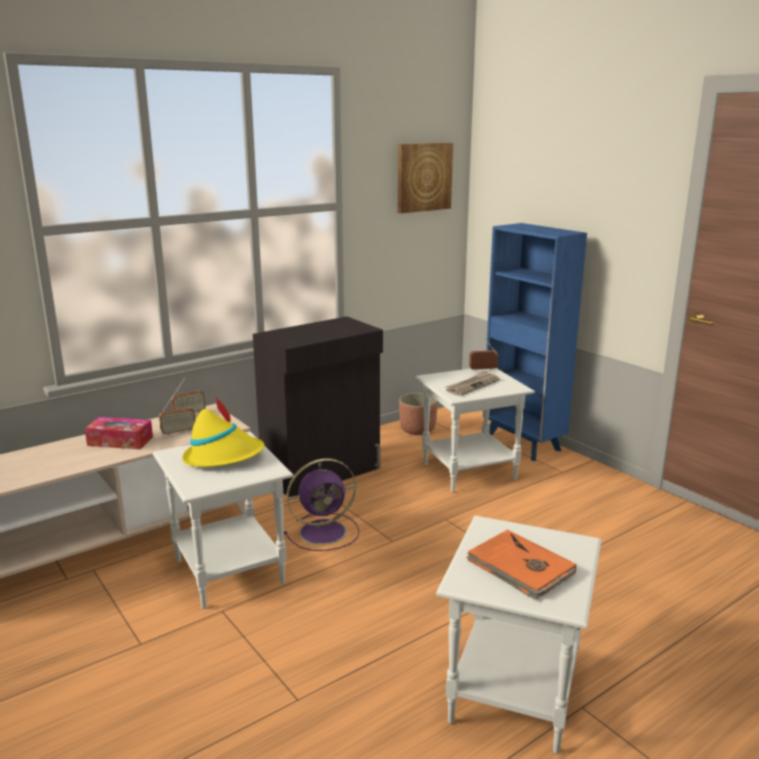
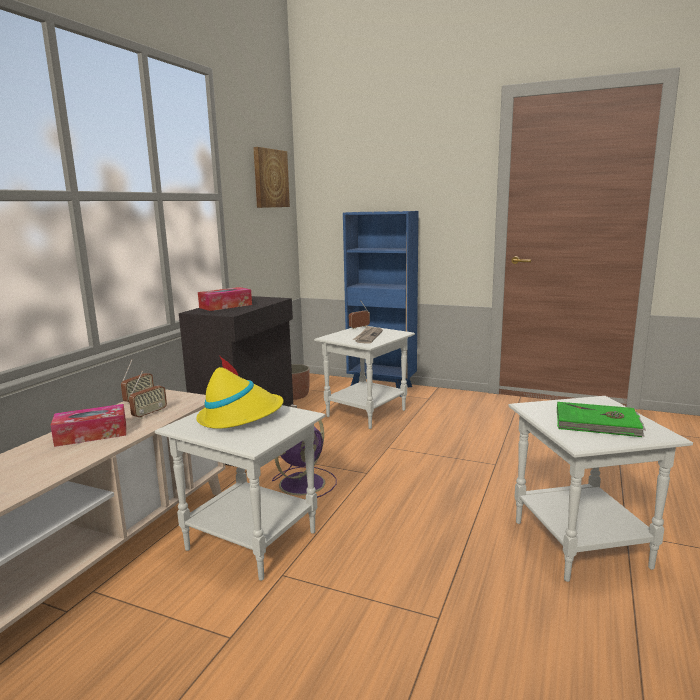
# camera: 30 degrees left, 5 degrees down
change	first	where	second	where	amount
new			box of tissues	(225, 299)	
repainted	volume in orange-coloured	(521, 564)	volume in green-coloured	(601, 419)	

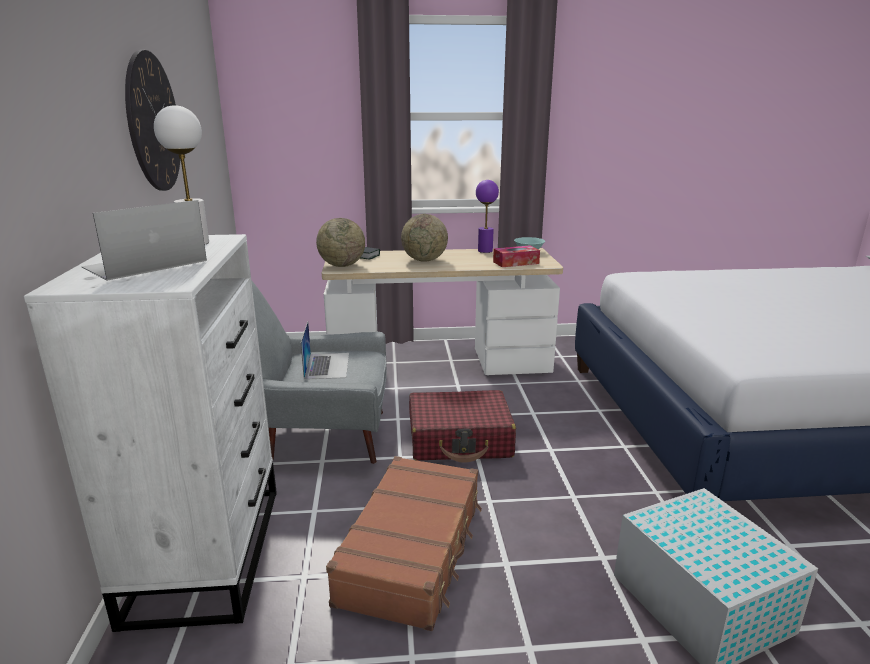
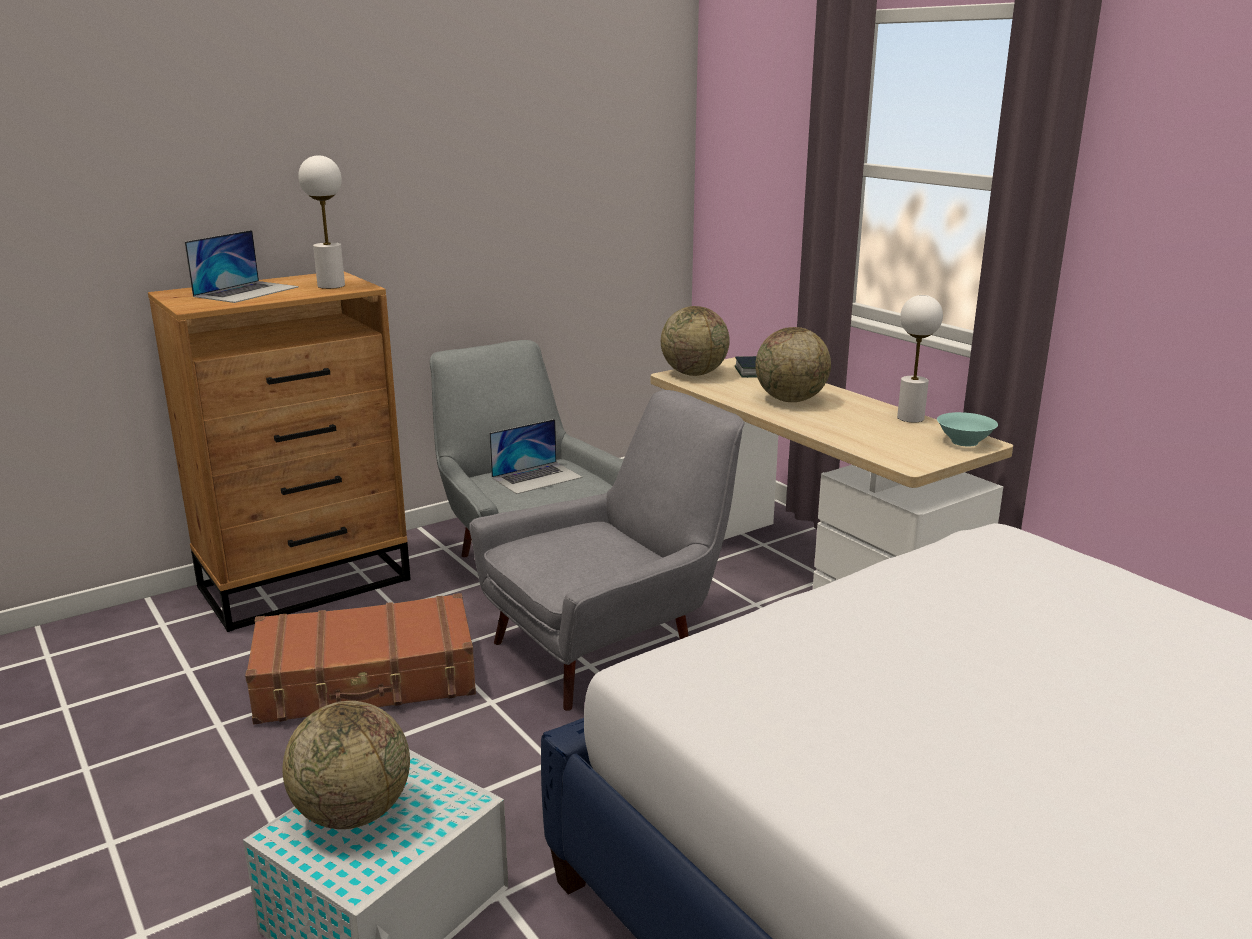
# camera: 60 degrees right, 0 degrees up
change	first	where	second	where	amount
repainted	chest of drawers in white-coloured	(150, 433)	chest of drawers in brown-coloured	(279, 452)	
rotated	laptop	(144, 240)		(242, 266)	105 degrees clockwise
new			desk globe	(346, 765)	
swapped	travel case in reddish	(462, 426)	lounge chair in gray	(606, 550)	
repainted	tabletop lamp in purple	(487, 216)	tabletop lamp in white-coloured	(920, 358)	
gone	hanging clock	(152, 120)			
gone	box of tissues	(516, 256)			

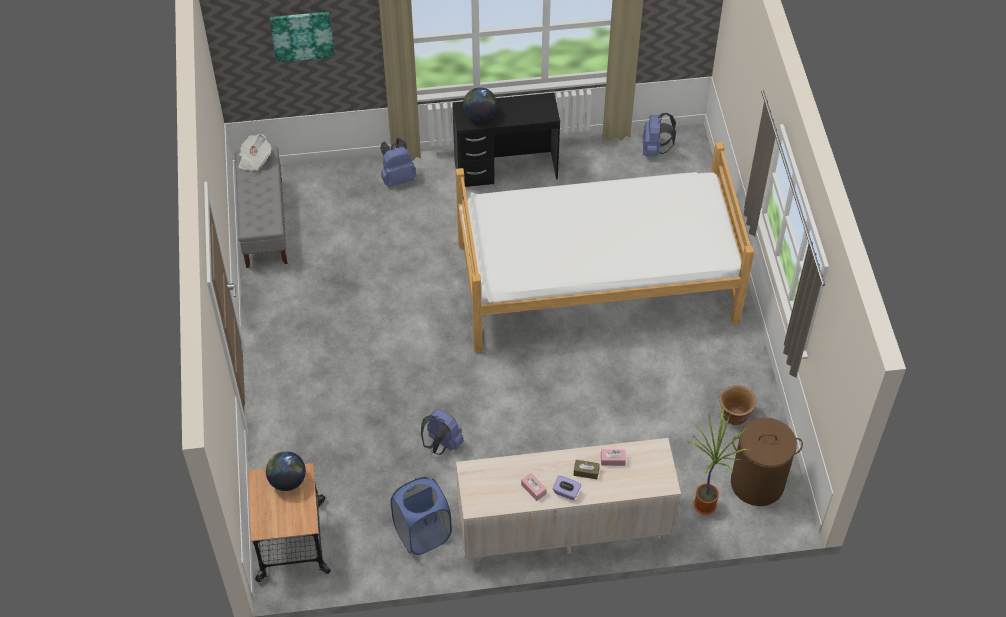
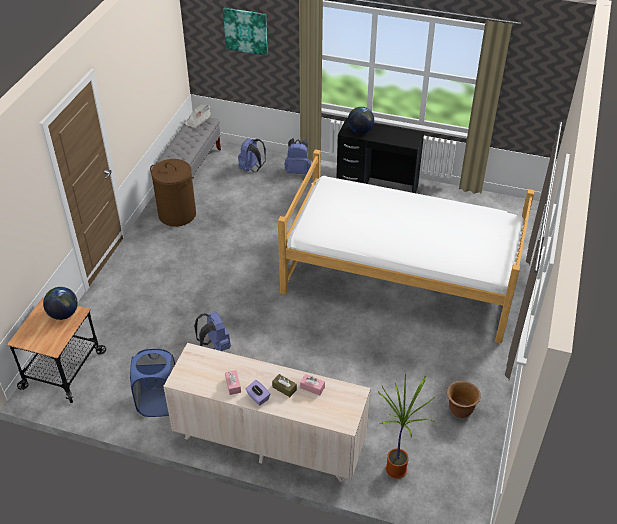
# camera: 25 degrees right, 10 degrees down
change	first	where	second	where	amount
shifted	washing basket in brown-coloured	(767, 462)		(173, 193)	
shifted	backpack in blue-coloured	(659, 134)		(252, 155)	

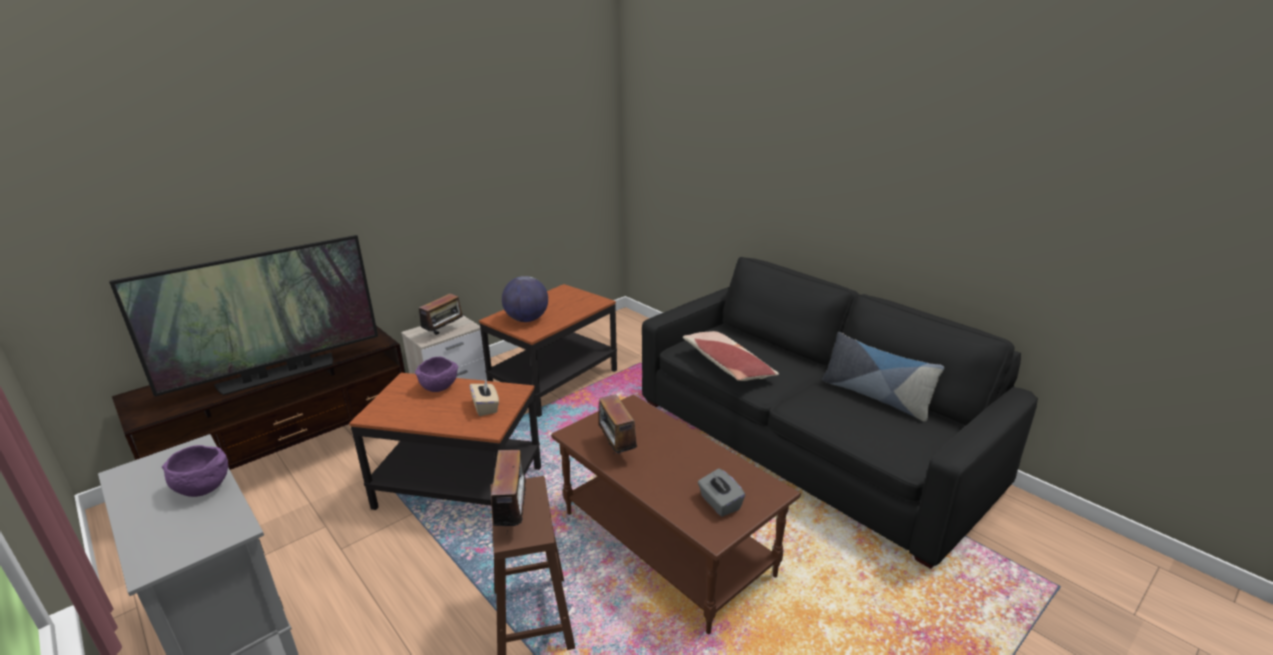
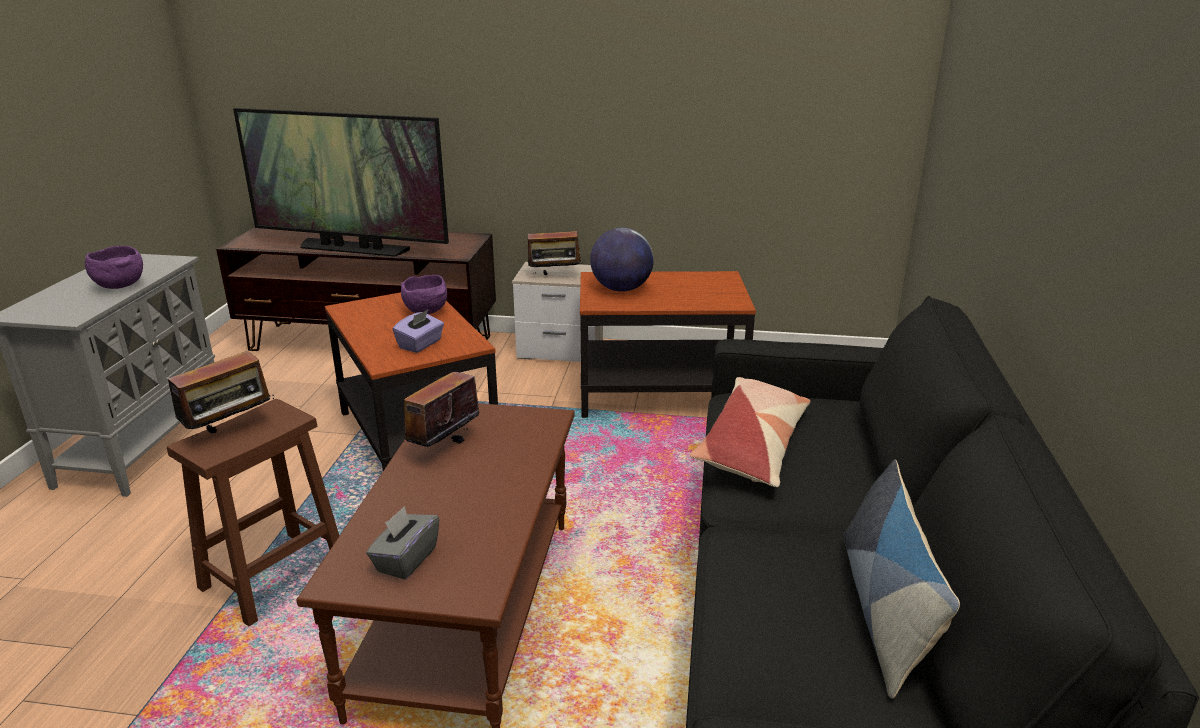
# camera: 50 degrees right, 0 degrees up
change	first	where	second	where	amount
repainted	box of tissues in beige	(484, 398)	box of tissues in purple	(418, 331)	

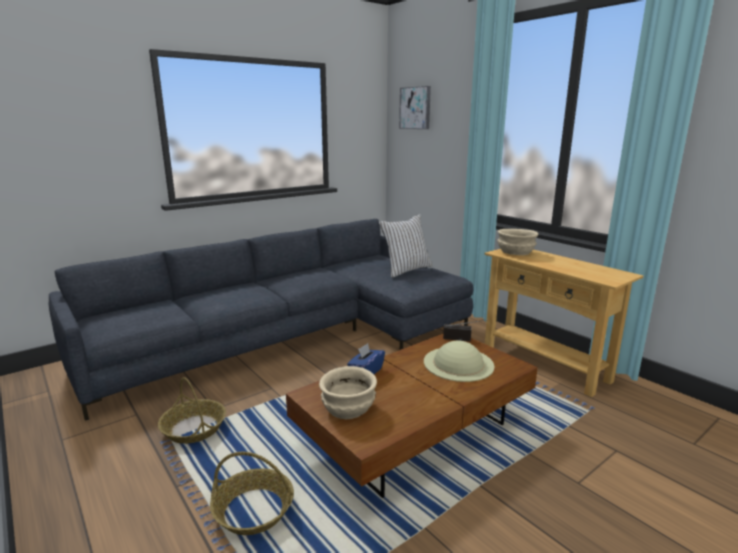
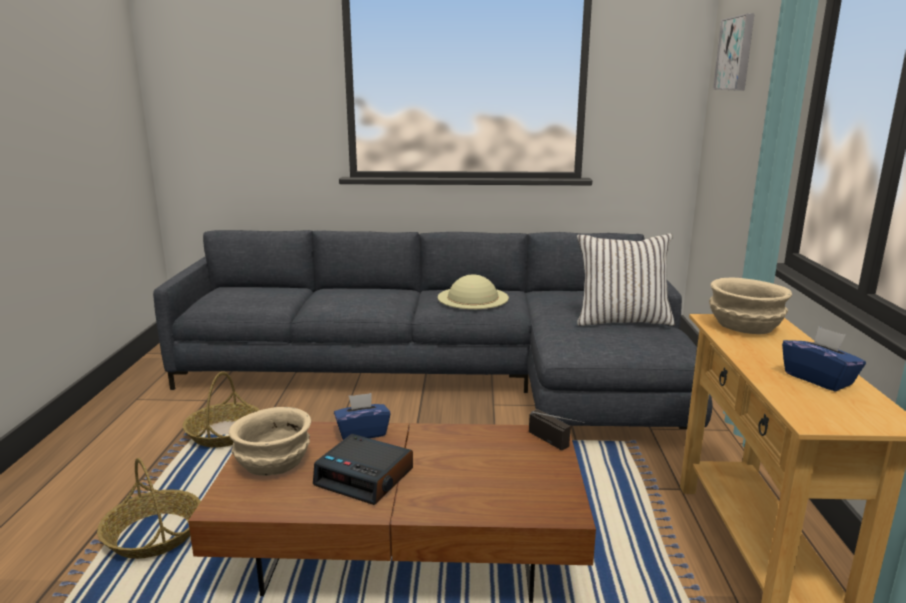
# camera: 40 degrees right, 0 degrees up
change	first	where	second	where	amount
new			bedside clock	(363, 469)	
shifted	wearable hat in beige	(459, 361)		(473, 291)	
new			box of tissues in blue-coloured	(824, 359)	

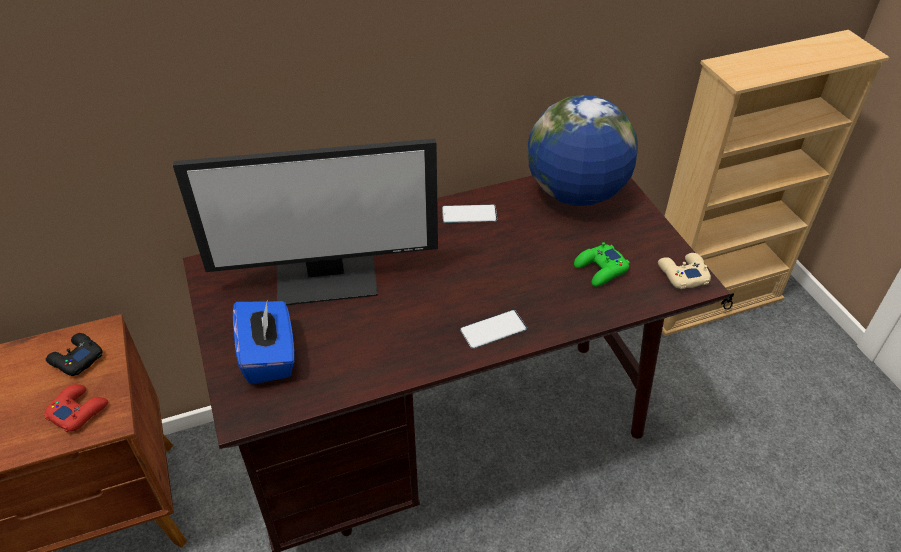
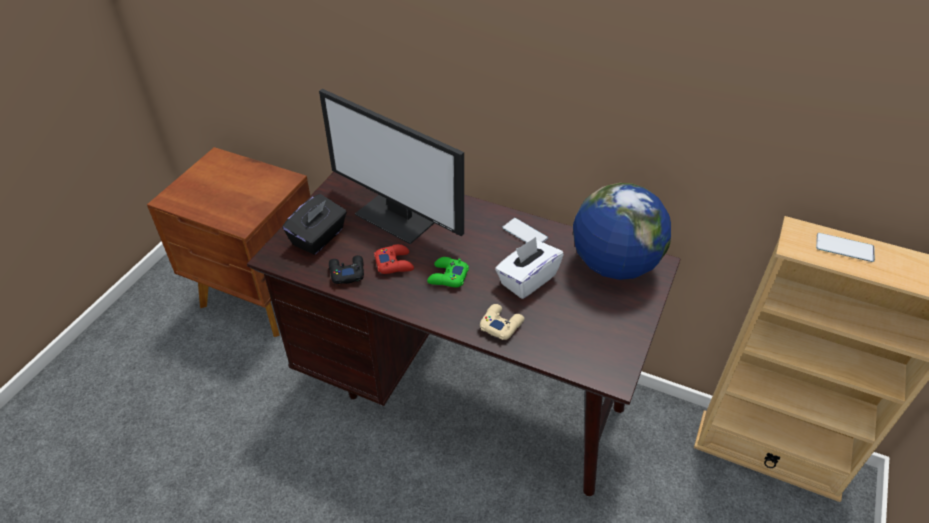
# camera: 45 degrees right, 0 degrees up
change	first	where	second	where	amount
repainted	box of tissues in blue-coloured	(263, 341)	box of tissues in black-coloured	(315, 224)	
shifted	game controller in black-coloured	(74, 354)		(346, 270)	
shifted	game controller in reddish	(76, 408)		(394, 259)	
shifted	game controller in green-coloured	(602, 264)		(448, 272)	
shifted	game controller in beige	(684, 271)		(502, 322)	
new			box of tissues in white-coloured	(529, 268)	
shifted	phone	(493, 329)		(845, 247)	

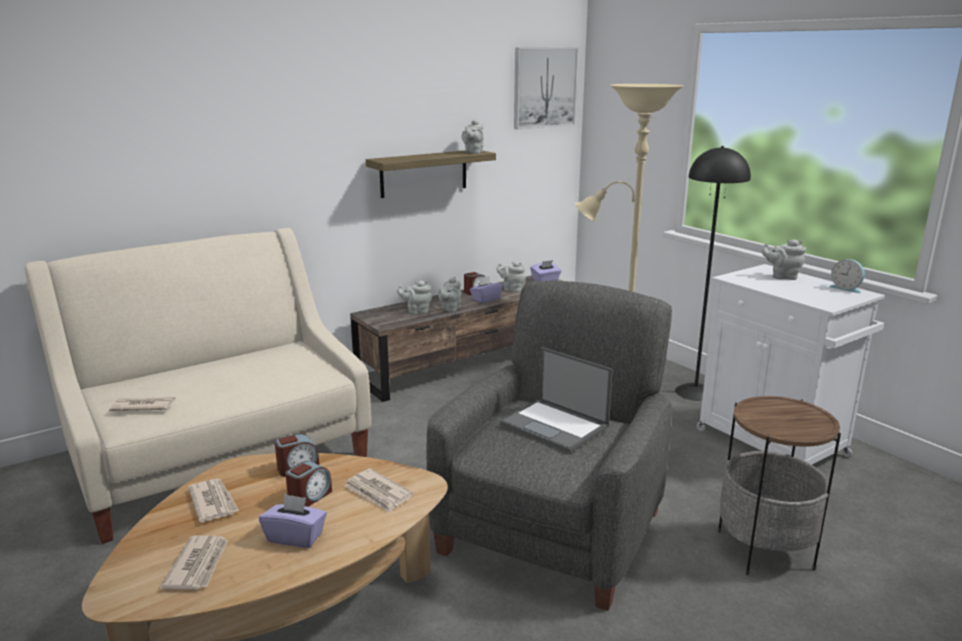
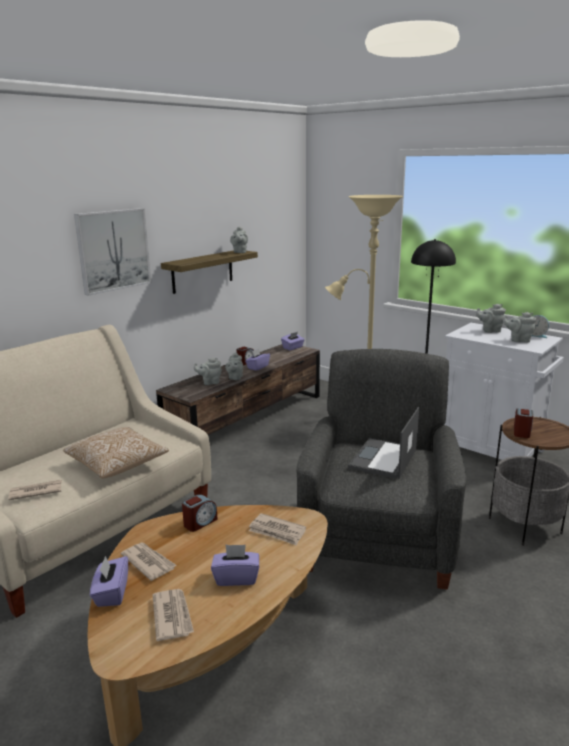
# camera: 15 degrees left, 0 degrees up
change	first	where	second	where	amount
new			pillow	(116, 453)	
shifted	picture	(546, 88)		(112, 252)	
new			box of tissues in purple	(109, 581)	
rotated	laptop	(556, 400)		(383, 443)	90 degrees clockwise
shifted	teapot in gray	(511, 276)		(519, 327)	
shifted	bedside clock	(308, 484)		(523, 423)	

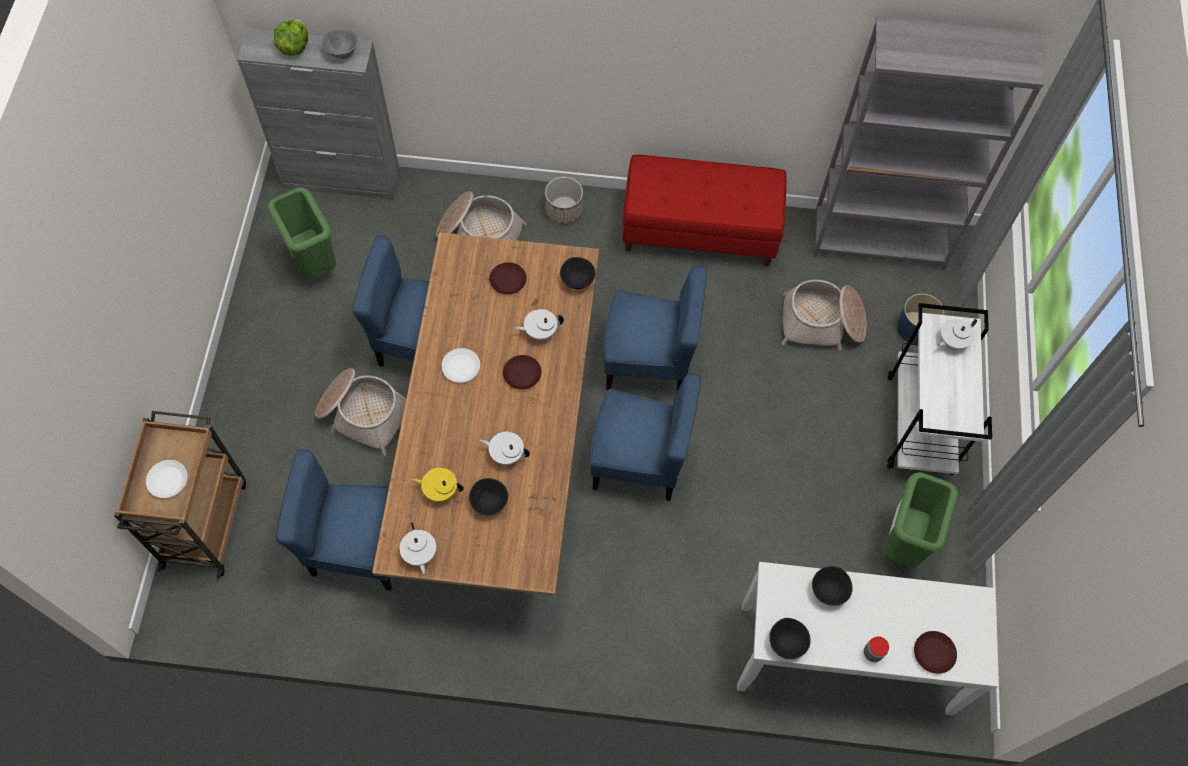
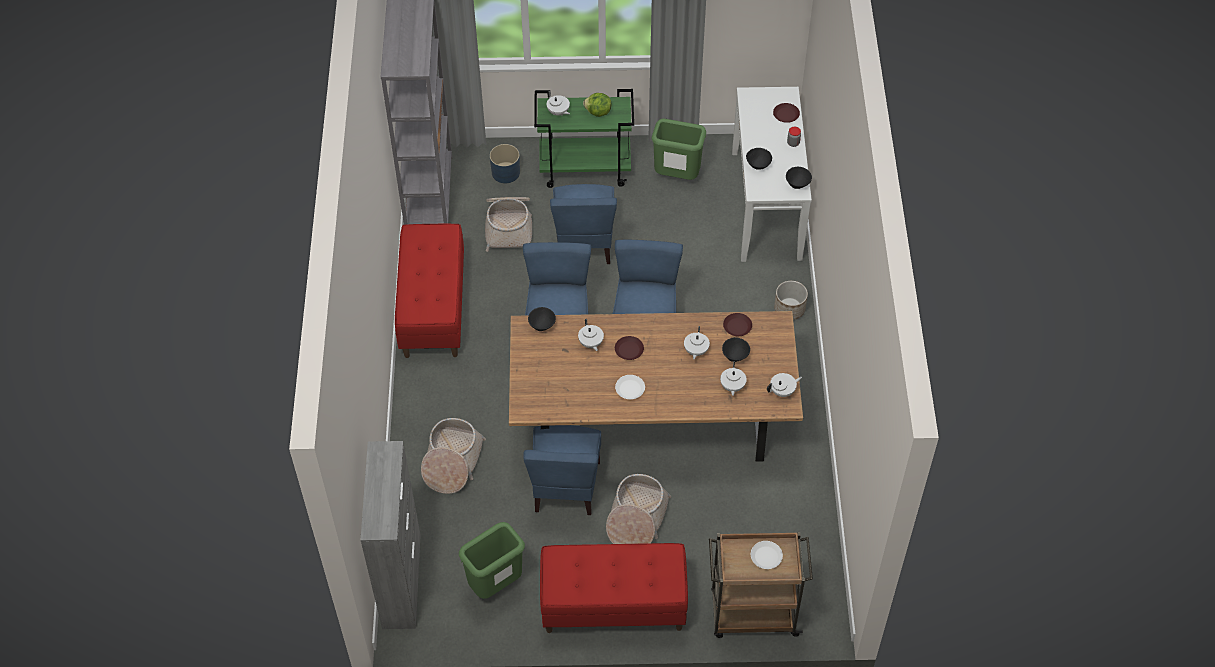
# camera: 95 degrees left, 10 degrees down
change	first	where	second	where	amount
repainted	wheeled cart in white-coloured	(939, 389)	wheeled cart in green-coloured	(584, 138)	
new			long seat in reddish	(614, 588)	
shifted	upright chair in blue-coloured	(334, 520)		(583, 224)	
shifted	lettuce head	(291, 37)		(597, 105)	
repainted	teapot in yellow	(438, 485)	teapot in white-coloured	(733, 378)	
shifted	flat dish in brown-coloured	(508, 278)		(737, 324)	
shifted	plant pot	(564, 200)		(791, 300)	
gone	serving bowl in gray	(339, 43)			

